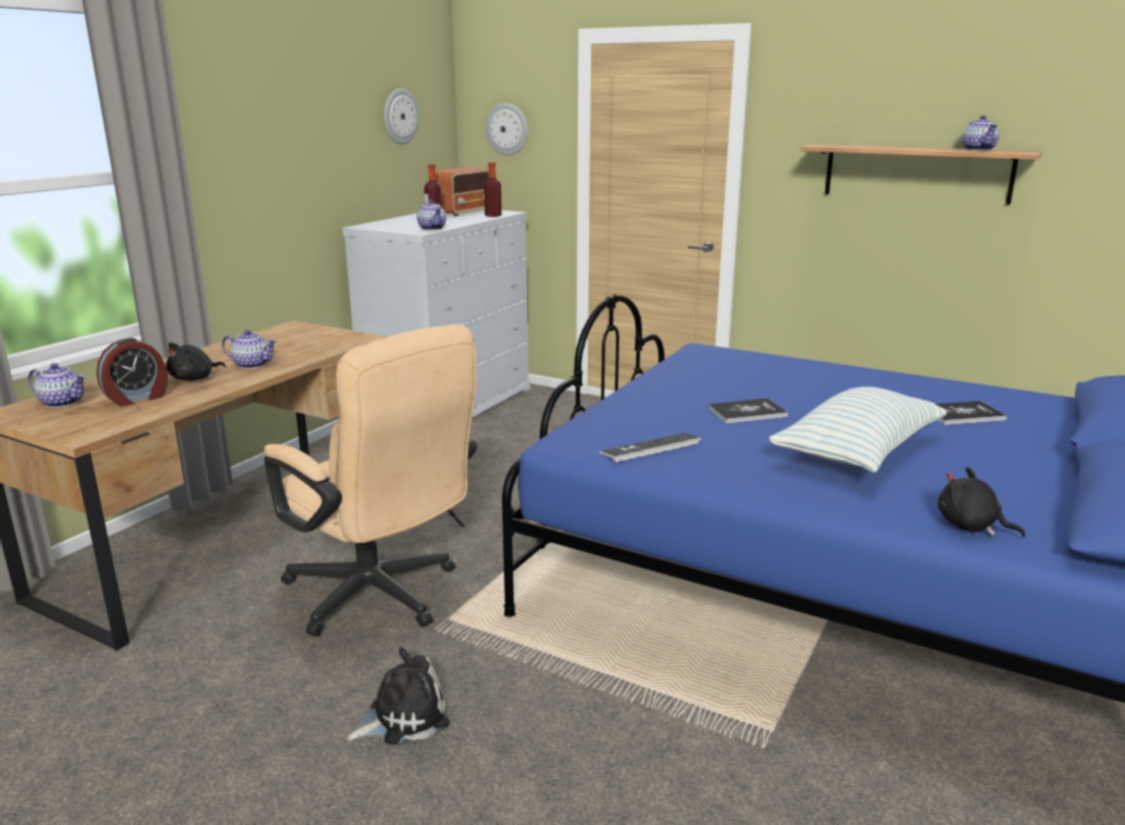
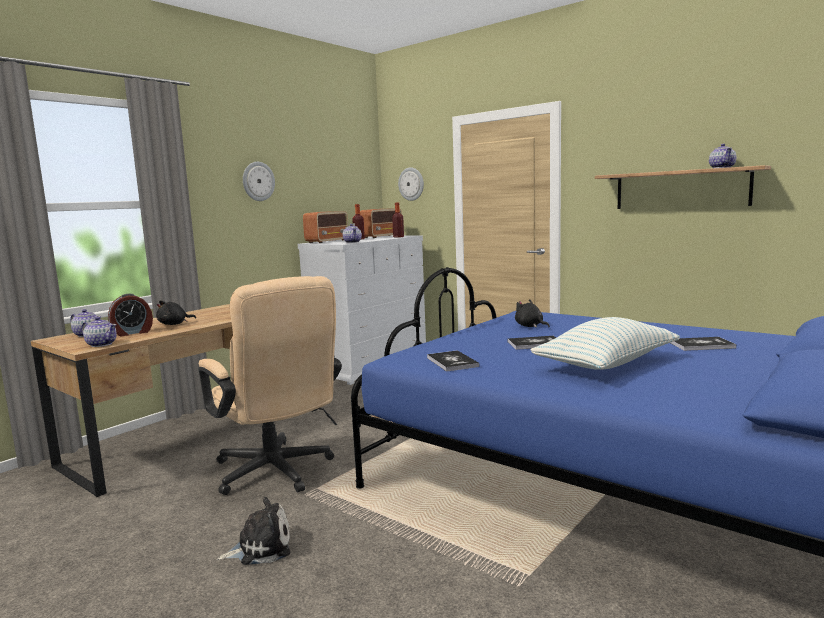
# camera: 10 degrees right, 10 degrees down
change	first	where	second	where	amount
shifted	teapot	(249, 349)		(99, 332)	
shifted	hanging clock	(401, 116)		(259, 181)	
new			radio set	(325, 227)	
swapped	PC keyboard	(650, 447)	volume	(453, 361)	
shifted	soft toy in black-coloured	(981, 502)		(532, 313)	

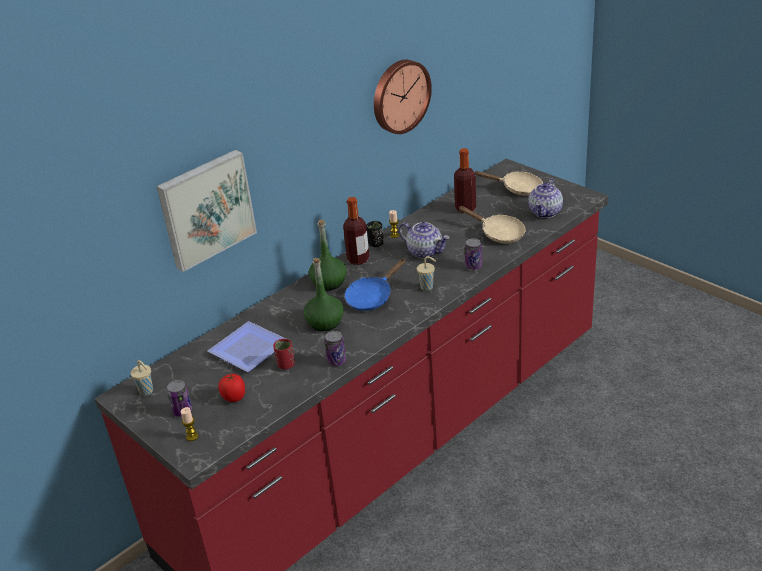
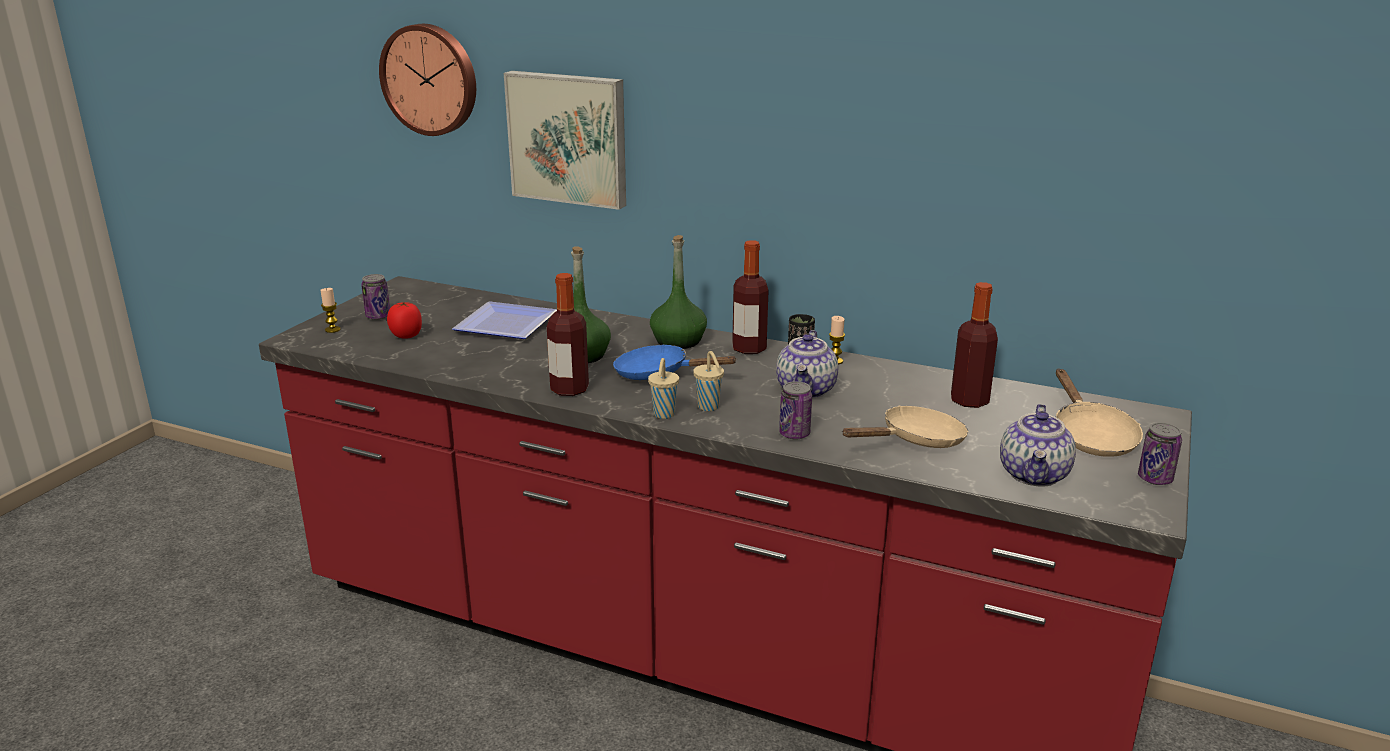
# camera: 65 degrees right, 10 degrees down
change	first	where	second	where	amount
shifted	hanging clock	(403, 97)		(427, 80)	
new			drink bottle	(568, 334)	
shifted	drinking cup in beige	(141, 378)		(663, 388)	
rotated	frying pan in beige	(492, 224)		(905, 427)	135 degrees counterclockwise
rotated	teapot	(545, 198)		(1038, 445)	75 degrees counterclockwise
shifted	can	(335, 348)		(1160, 453)	
gone	drinking cup in reddish	(284, 354)			

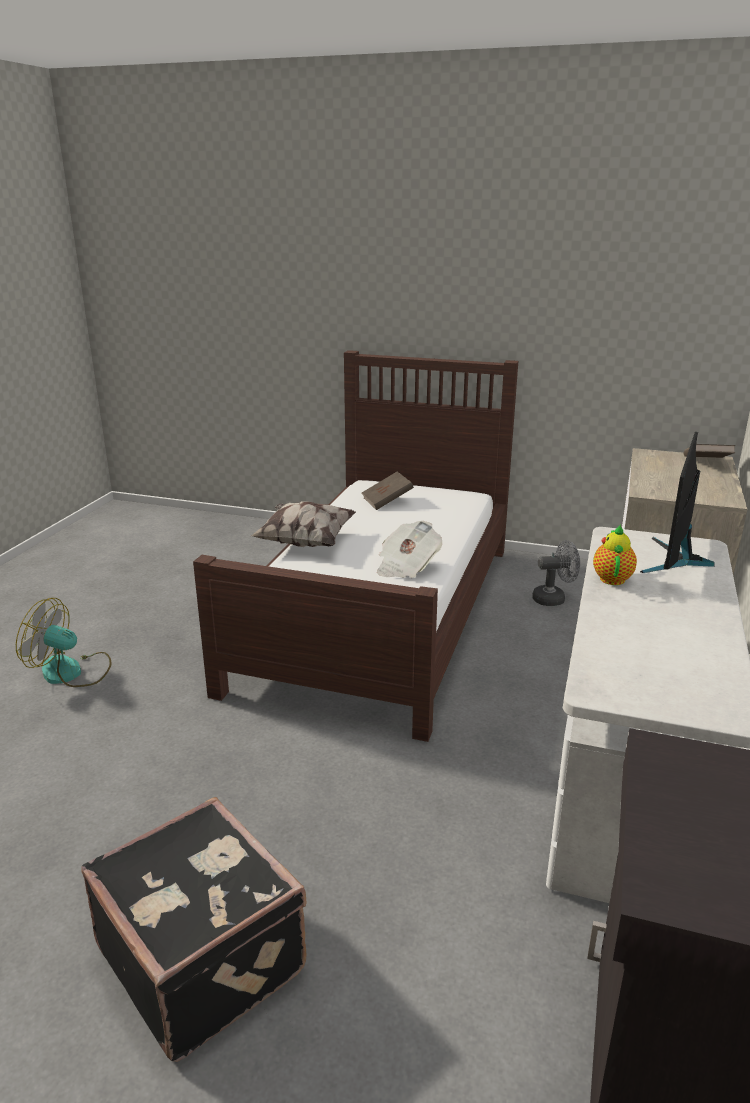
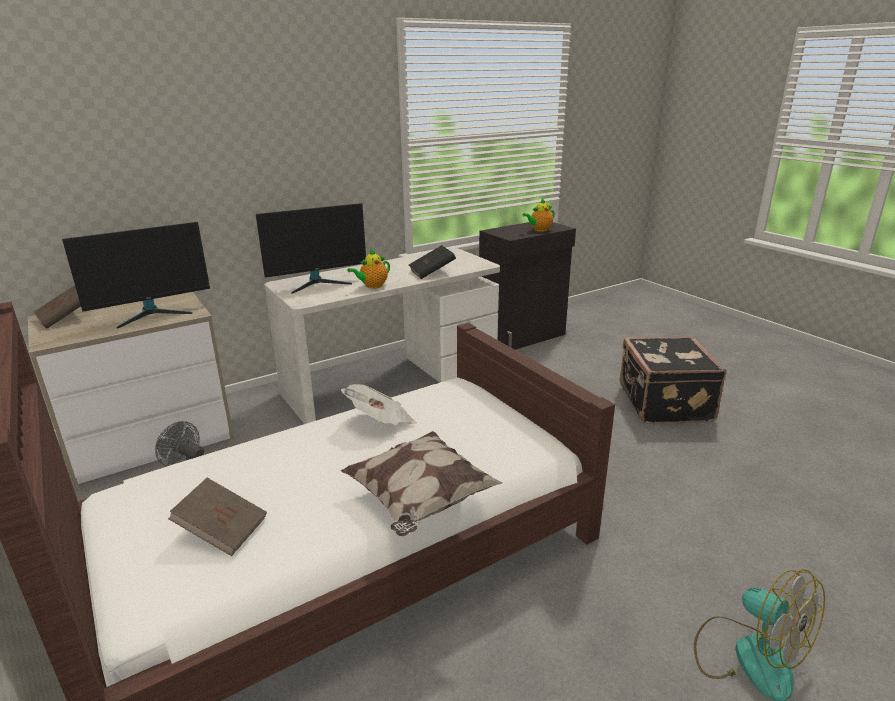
# camera: 140 degrees left, 0 degrees up
change	first	where	second	where	amount
new			computer screen	(136, 275)	
new			volume in black-coloured	(432, 262)	
new			teapot	(538, 215)	

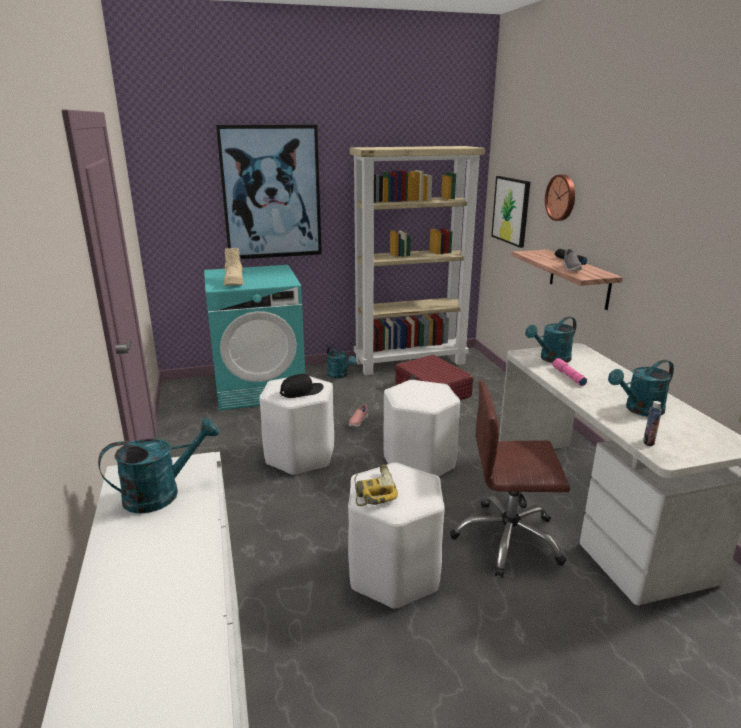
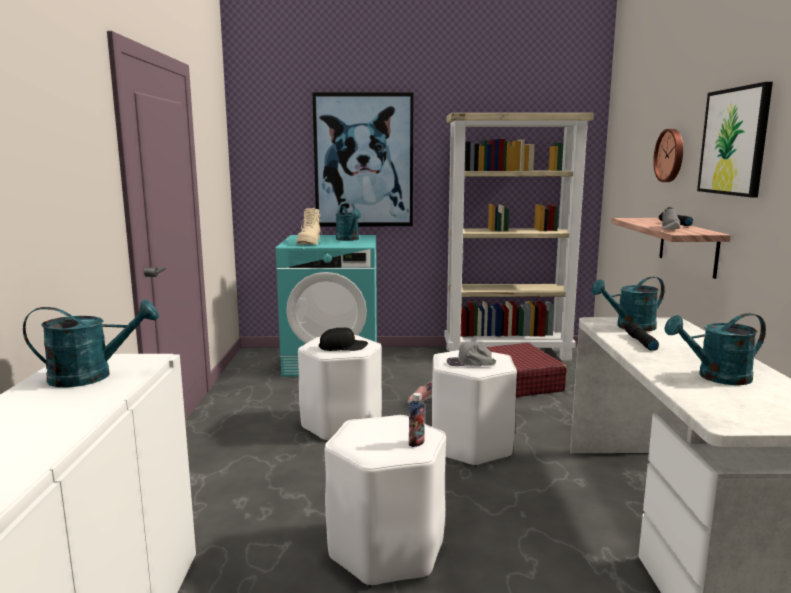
# camera: 15 degrees right, 10 degrees down
change	first	where	second	where	amount
shifted	watering can in turquoise	(341, 362)		(348, 223)	
shifted	drink bottle	(652, 423)		(417, 420)	
new			cap in gray	(471, 353)	
repainted	torch in pink	(569, 372)	torch in black-coloured	(642, 336)	
shifted	picture	(510, 212)		(735, 139)	
gone	electric drill	(376, 485)			
gone	office chair in brown-coloured	(510, 479)			

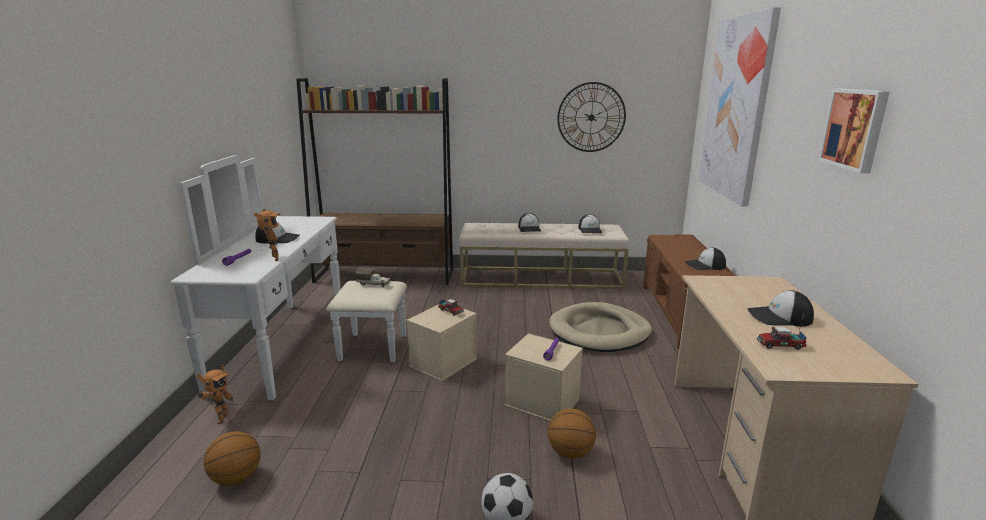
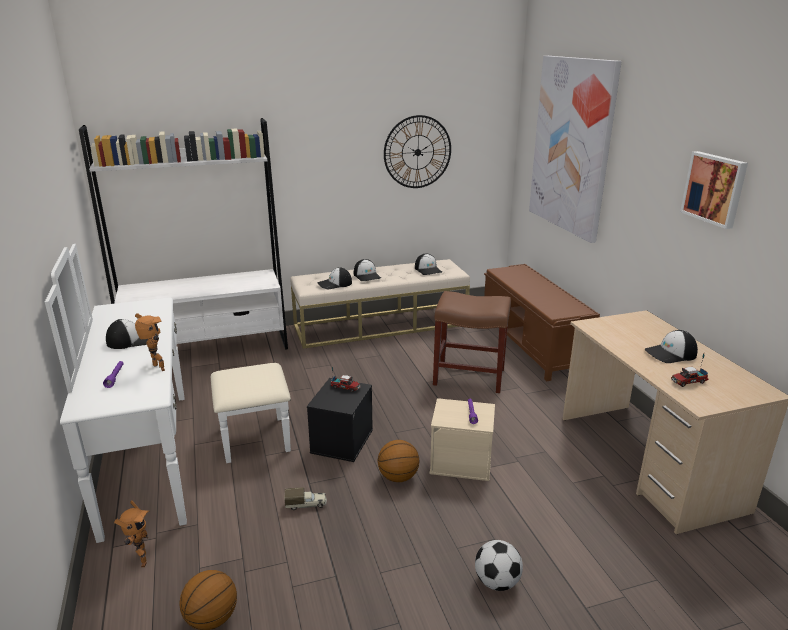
# camera: 20 degrees left, 5 degrees up
change	first	where	second	where	amount
repainted	bookcase in brown-coloured	(374, 181)	bookcase in white-coloured	(183, 234)	
shifted	toy truck	(373, 278)		(306, 498)	
repainted	storage bin in beige	(442, 343)	storage bin in black-coloured	(340, 420)	
shifted	cap	(705, 259)		(335, 278)	
shifted	ball for basketball	(572, 434)		(398, 461)	
swapped	pet bed in beige	(600, 327)	sitting stool in brown-coloured	(472, 342)	

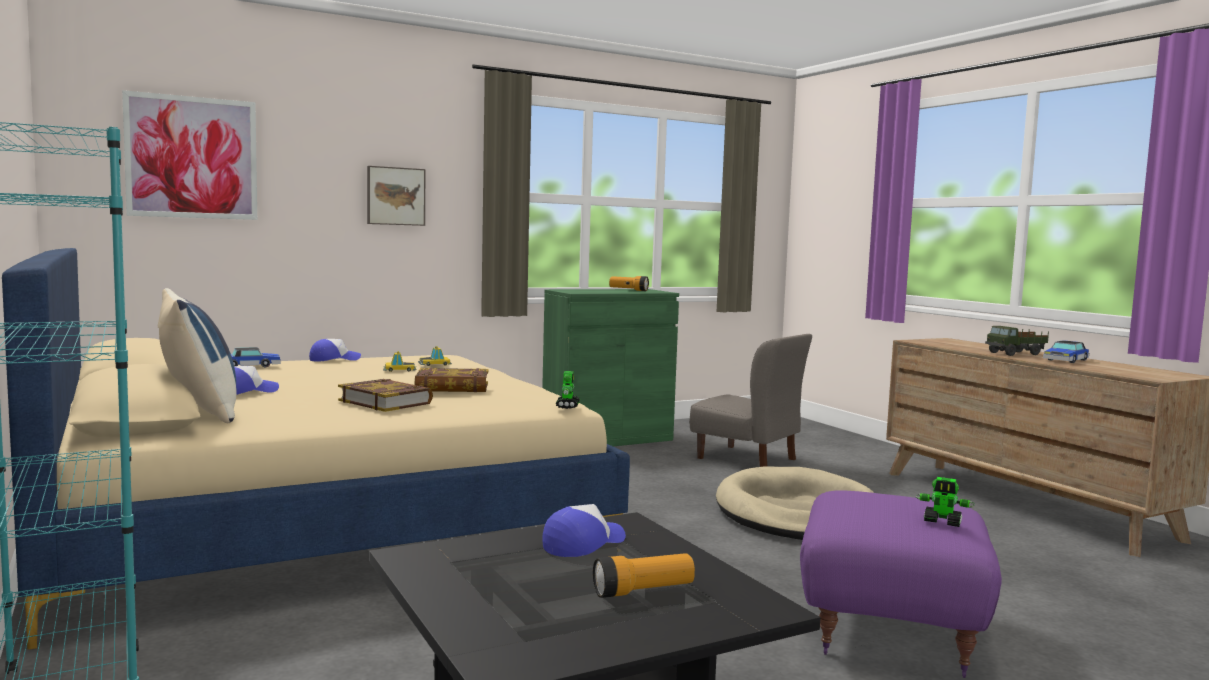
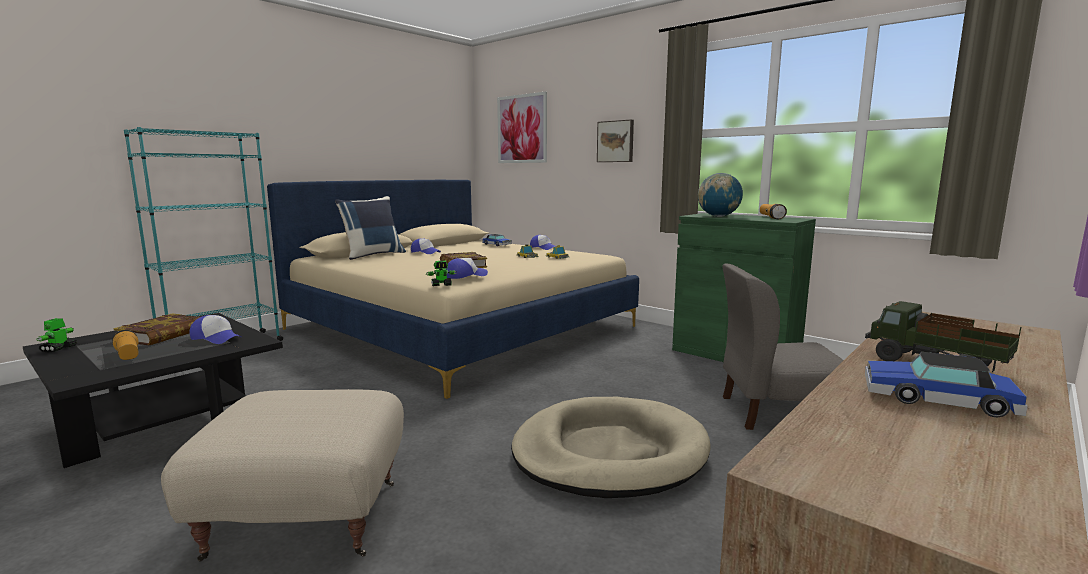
# camera: 70 degrees right, 5 degrees up
change	first	where	second	where	amount
shifted	toy robot	(945, 502)		(56, 335)	
shifted	volume	(385, 395)		(156, 329)	
repainted	ottoman in purple	(901, 584)	ottoman in beige	(282, 475)	
new			cap	(467, 268)	
new			desk globe	(720, 195)	
rotated	upright chair in gray	(751, 400)		(783, 346)	75 degrees clockwise

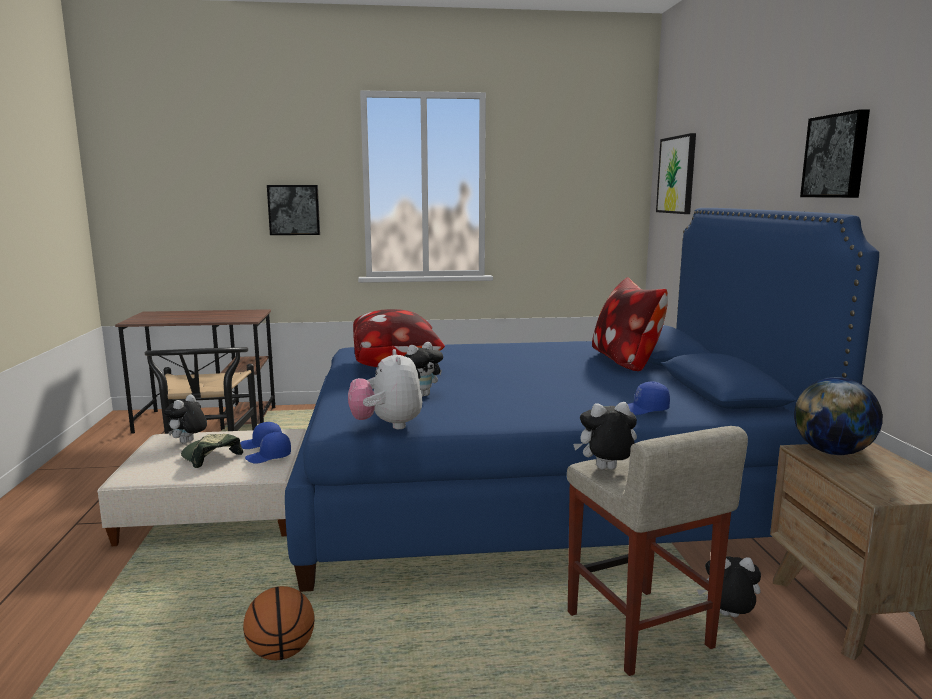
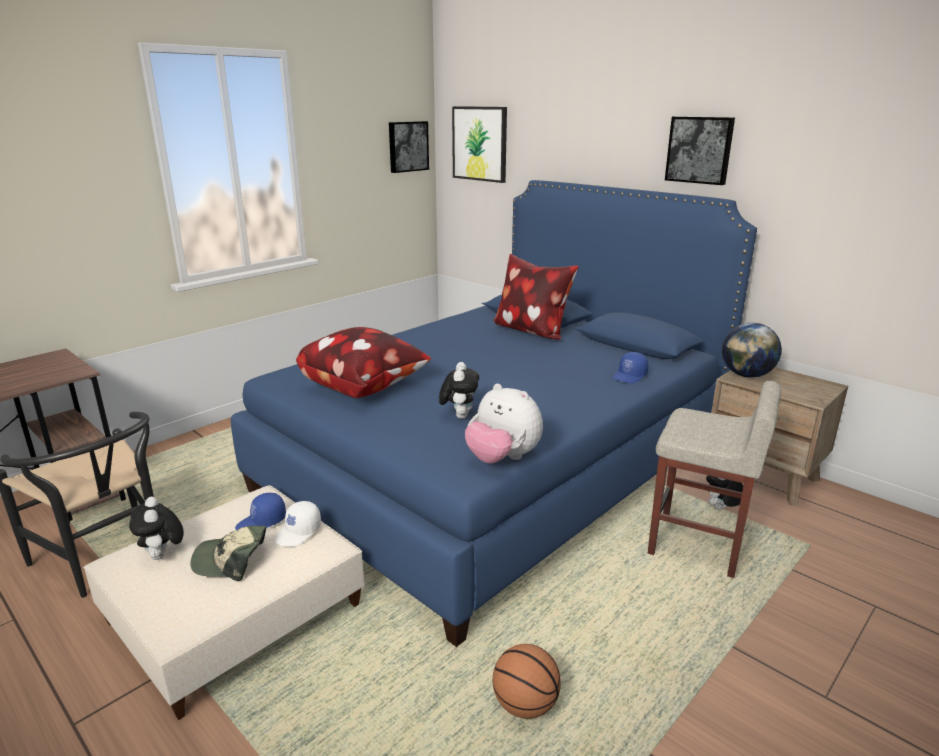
# camera: 40 degrees left, 10 degrees up
change	first	where	second	where	amount
repainted	cap in blue-coloured	(268, 448)	cap in white-coloured	(297, 524)	
shifted	picture	(293, 210)		(409, 147)	
gone	soft toy	(605, 436)			

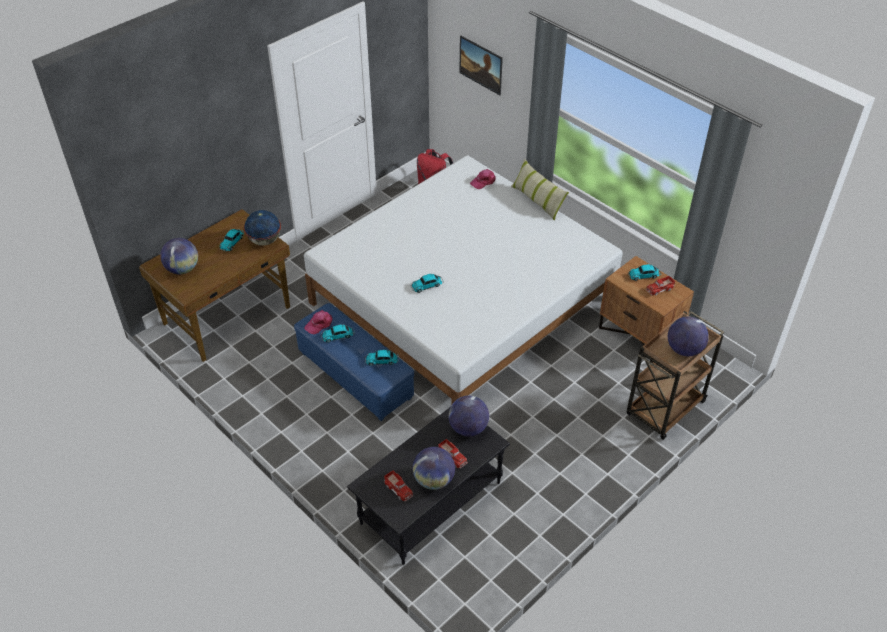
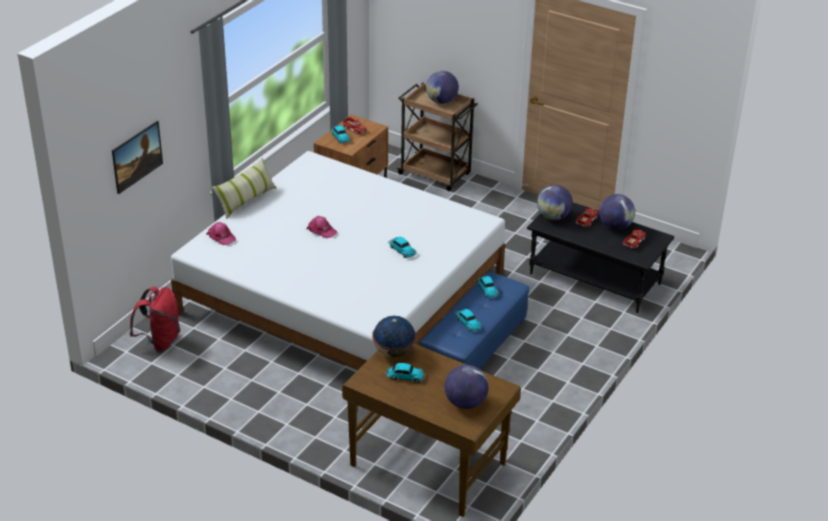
# camera: 105 degrees left, 10 degrees down
change	first	where	second	where	amount
shifted	cap in pink	(318, 322)		(322, 227)	

